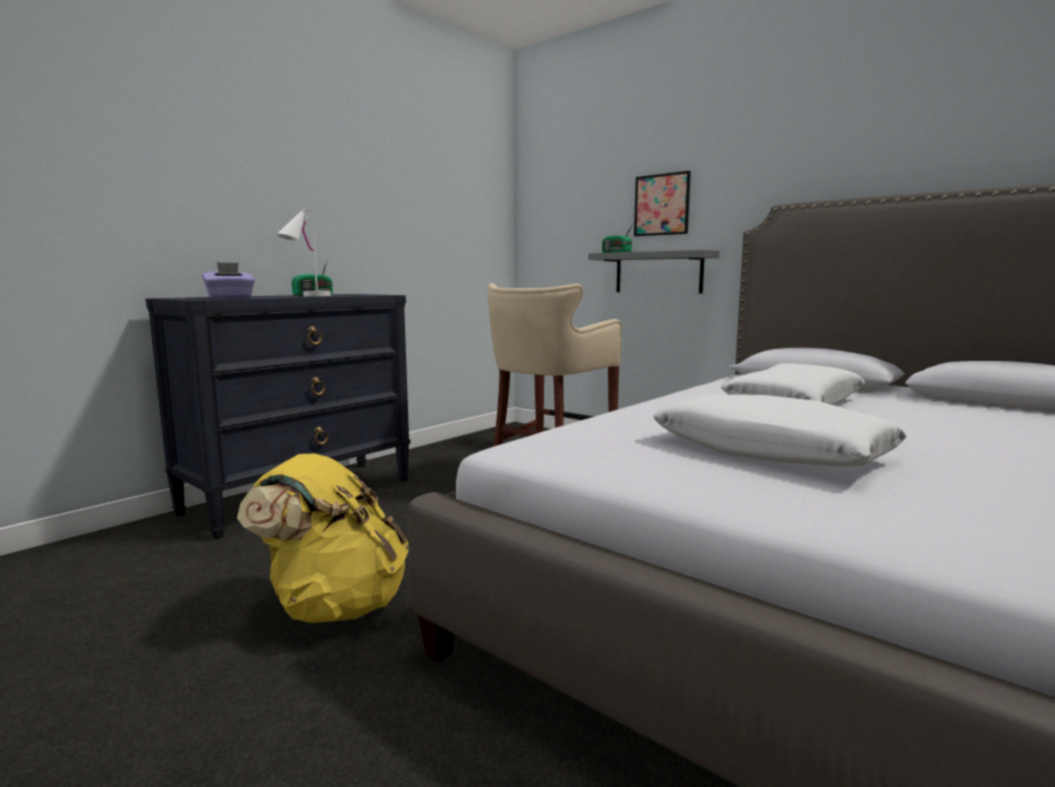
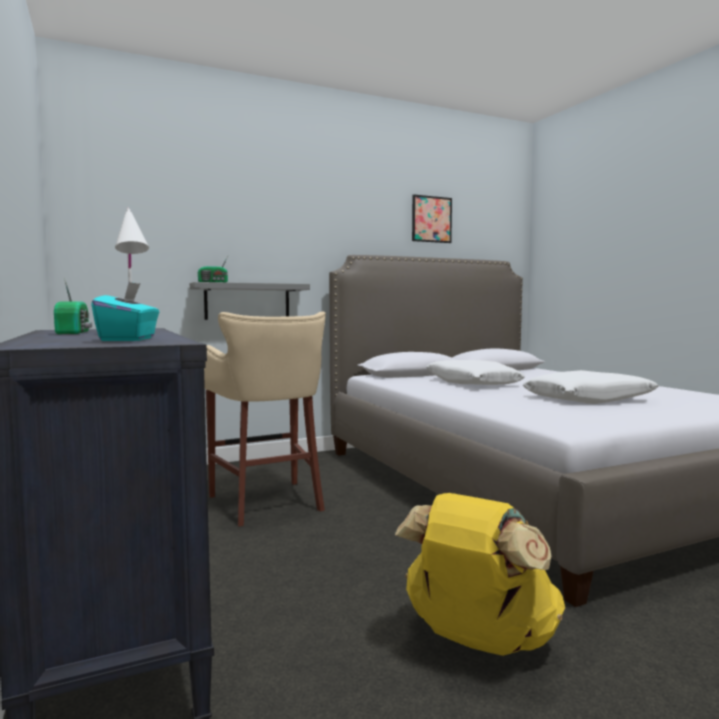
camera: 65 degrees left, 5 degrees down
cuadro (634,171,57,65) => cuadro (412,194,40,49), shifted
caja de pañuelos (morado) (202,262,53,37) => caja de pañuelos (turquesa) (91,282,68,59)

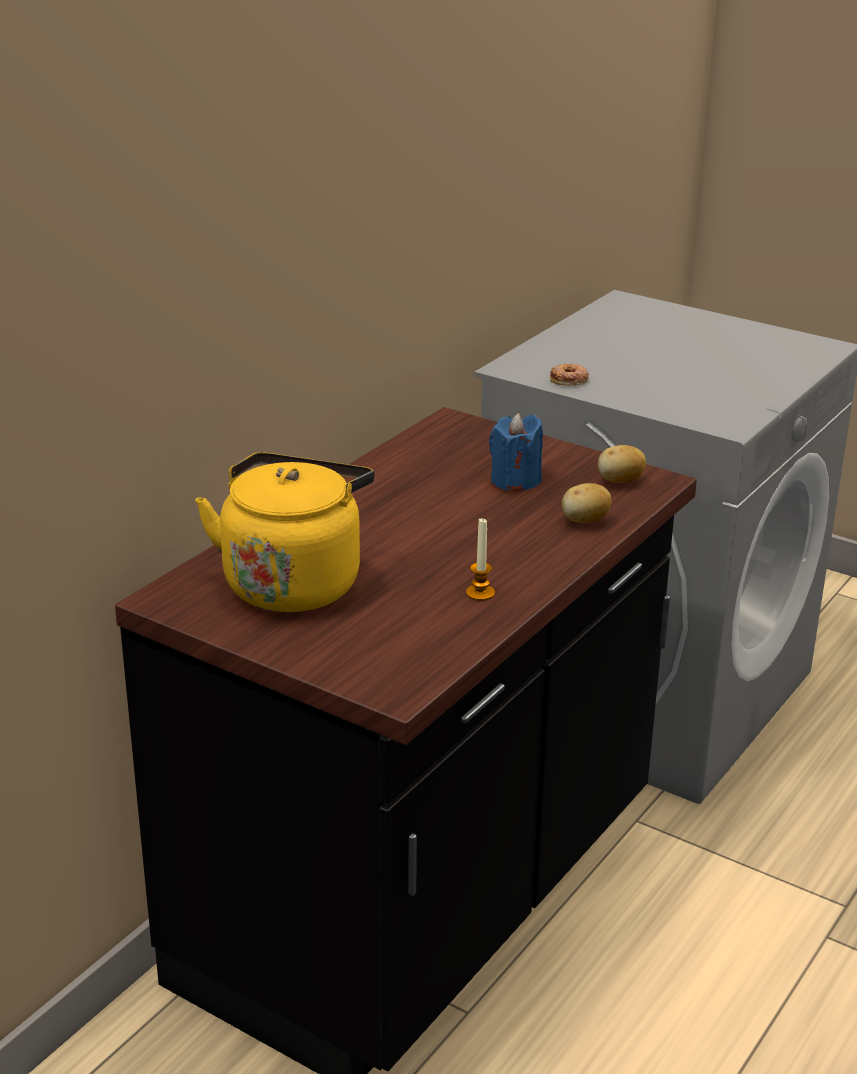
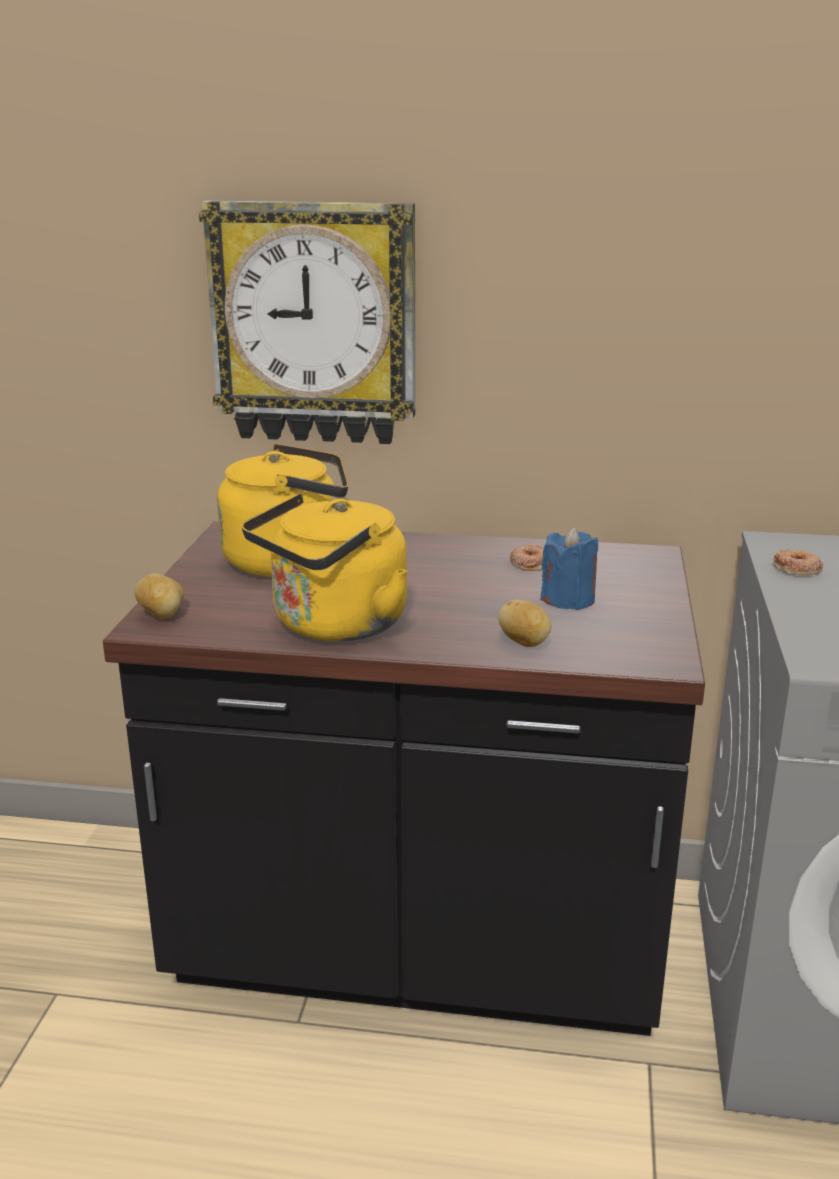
camera: 65 degrees right, 5 degrees down
nothing => reloj de pared (199,200,216,244)
nothing => rosquilla (510,544,34,27)
patata (598,445,48,38) => patata (134,573,50,46), shifted
vela (466,519,29,82) => hervidor (amarillo) (242,493,166,149)

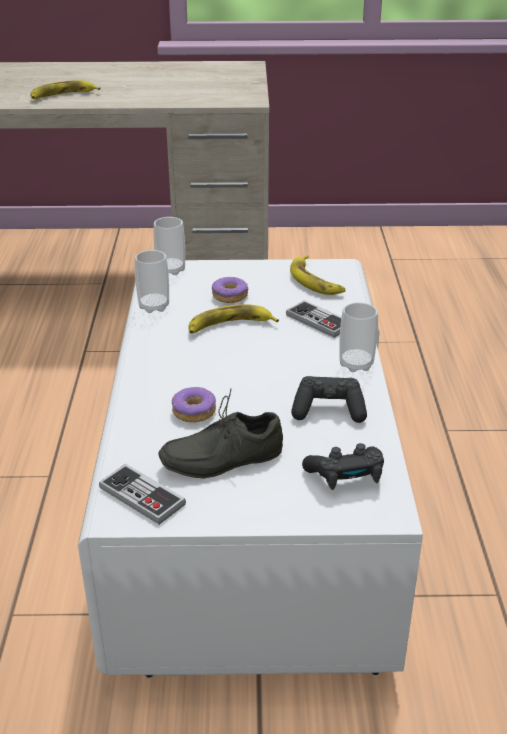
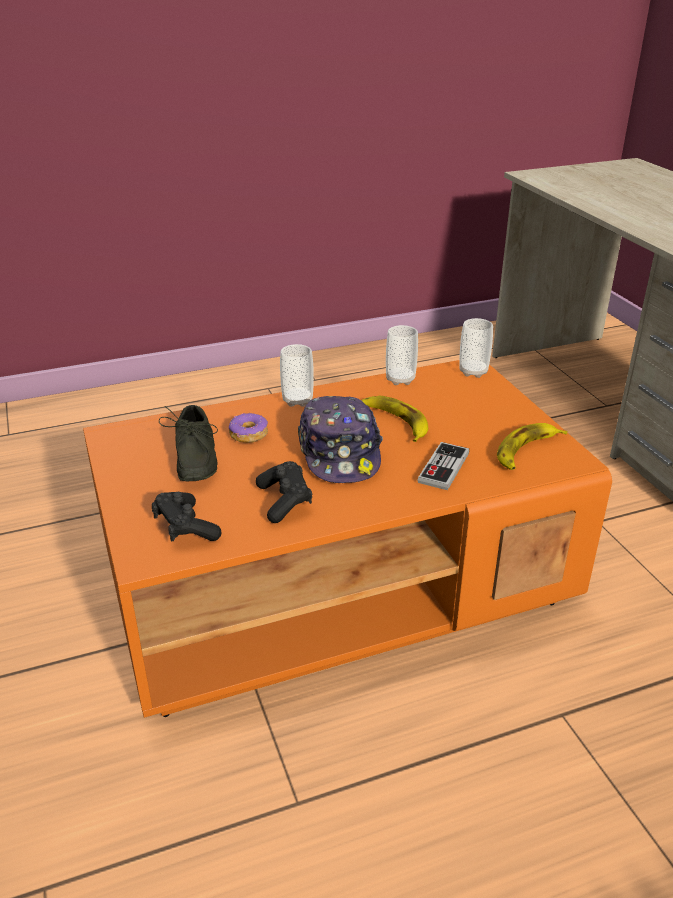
camera: 70 degrees right, 0 degrees up
plátano (30,80,71,19) => nothing
mando de consola (99,464,87,61) => nothing
rosquilla (212,277,37,26) => nothing
nothing => gorra (298,396,85,87)
taza (339,302,39,70) => taza (280,344,34,63), shifted
mesa de centro (blanco) (78,259,345,419) => mesa de centro (naranja) (83,360,529,358)
zapato (gris) (158,388,125,90) => zapato (gris) (159,405,59,76), 150 degrees counterclockwise

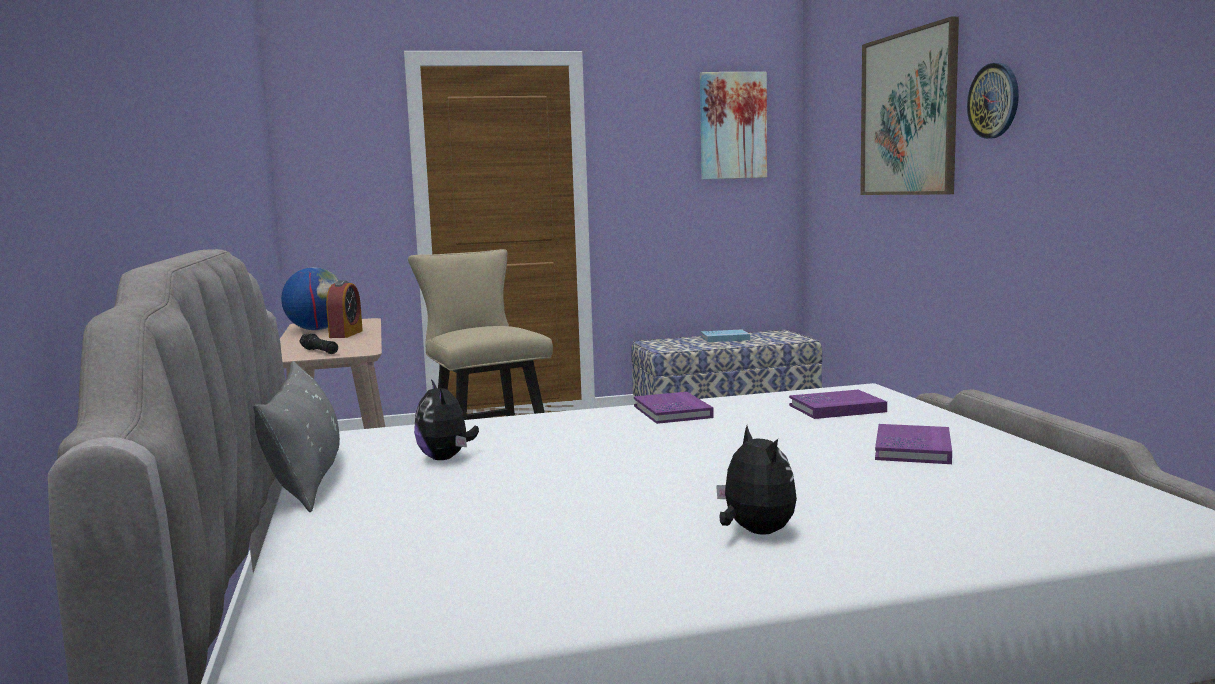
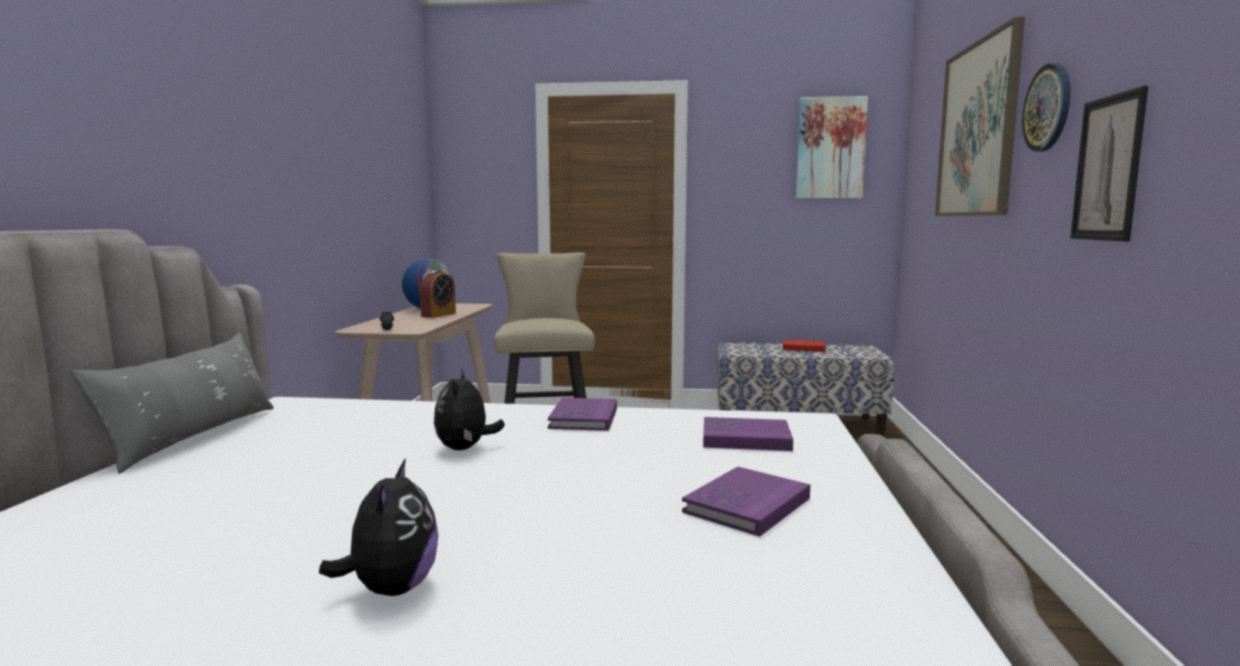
camera: 20 degrees right, 0 degrees up
nothing => cuadro (1070,86,78,155)
peluche (414,379,65,81) => peluche (434,368,71,82), shifted
libro (azul) (701,329,49,13) => libro (rojo) (783,339,42,13)

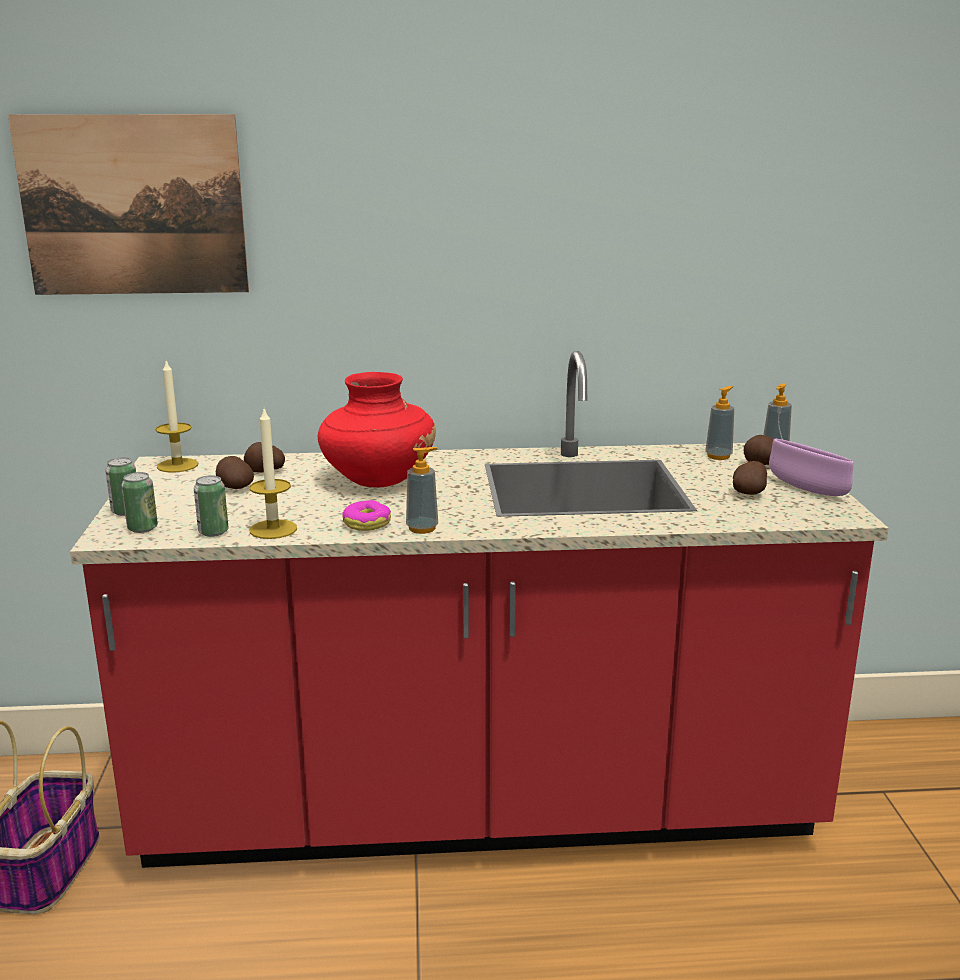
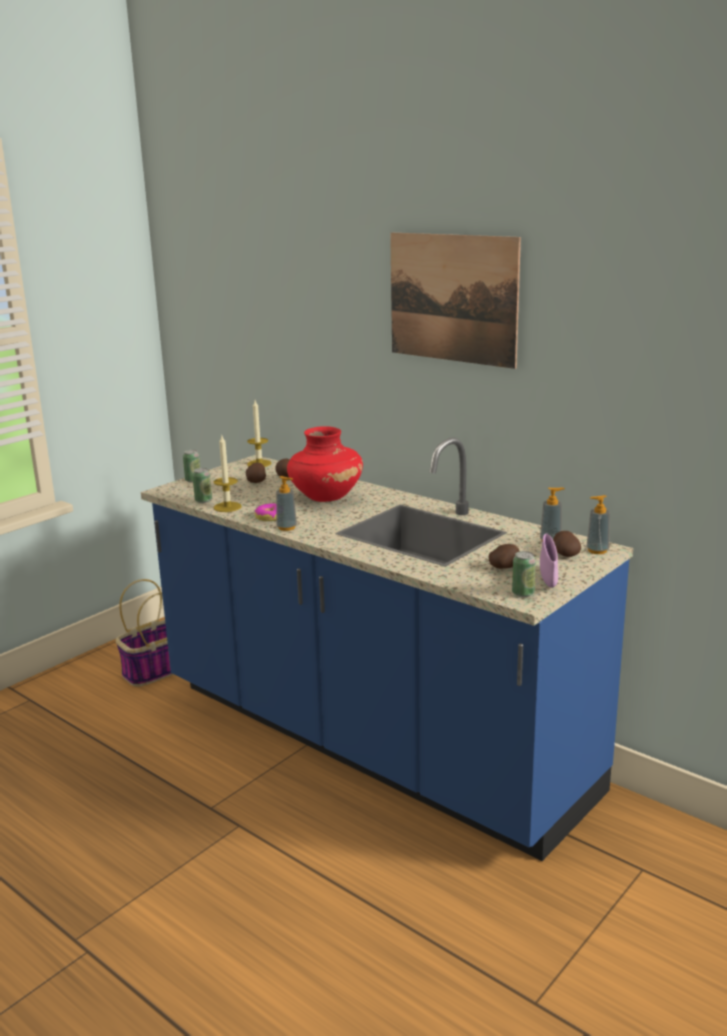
camera: 45 degrees right, 0 degrees up
cuadro (8,114,241,181) => cuadro (390,233,131,136), shifted
lata (122,472,36,61) => lata (512,551,24,46), shifted
mueble bajo de cocina (rojo) (70,351,819,517) => mueble bajo de cocina (azul) (141,438,492,423)

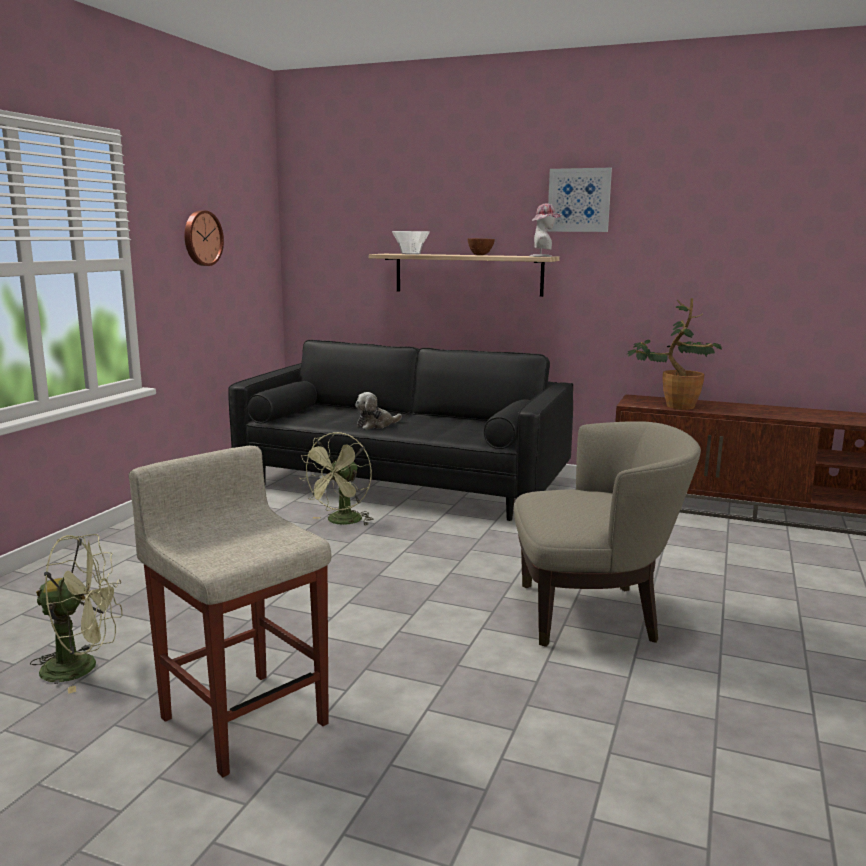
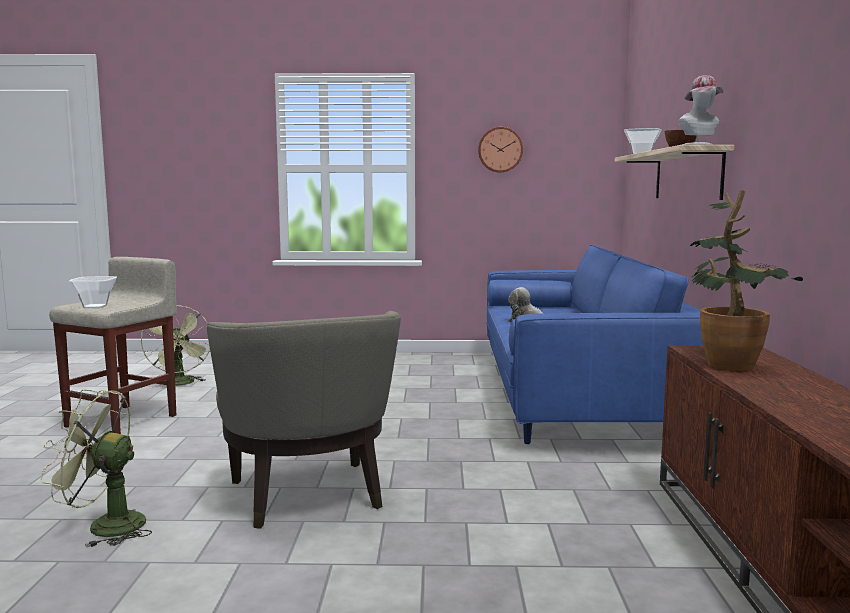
camera: 70 degrees right, 5 degrees down
cuadro (547,168,65,64) => nothing
nothing => cuenco (68,276,49,32)
ventilador (verde) (299,432,75,93) => ventilador (verde) (40,390,112,158), shifted
sofá (negro) (228,340,345,181) => sofá (azul) (486,245,217,199)

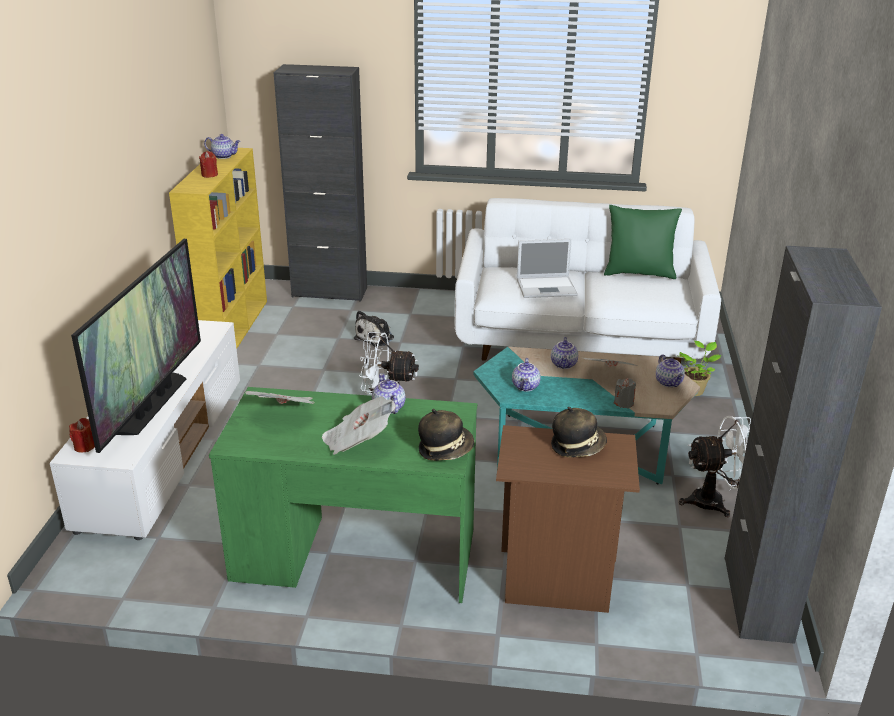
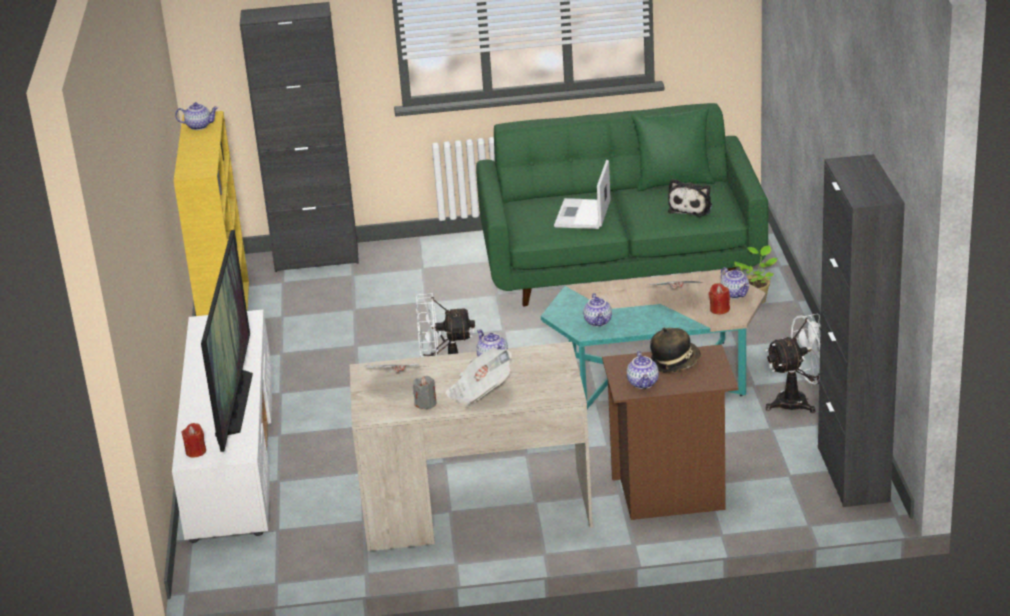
camera: 10 degrees left, 0 degrees up
sombrero (418,409,56,52) => nothing
vela (rojo) (199,151,19,27) => vela (rojo) (709,283,21,32), shifted
peluche (354,310,40,37) => peluche (668,179,44,38), shifted
tetera (551,337,27,32) => tetera (627,351,32,38), shifted
vela (gris) (614,378,22,30) => vela (gris) (413,376,24,33), shifted
escritorio (verde) (209,387,268,216) => escritorio (beis) (350,342,243,209)
sofá (blanco) (455,198,266,166) => sofá (verde) (476,103,292,203)
portátil (517,239,61,59) => portátil (554,160,57,69), 120 degrees clockwise

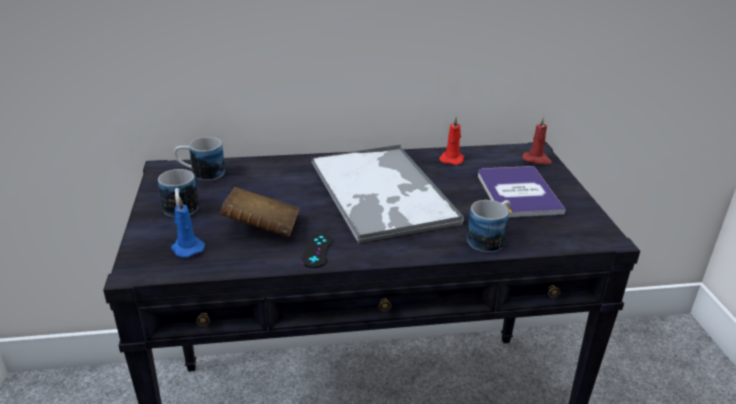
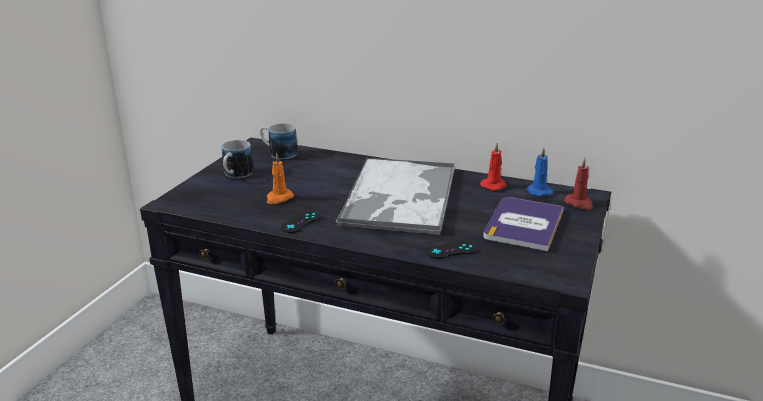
camera: 30 degrees right, 5 degrees down
vela (azul) (171,197,34,61) => vela (azul) (527,148,26,48), shifted
libro (marrón) (220,187,79,50) => vela (naranja) (267,153,27,51)
taza grande (467,200,43,52) => mando de consola (negro) (426,241,51,18)

